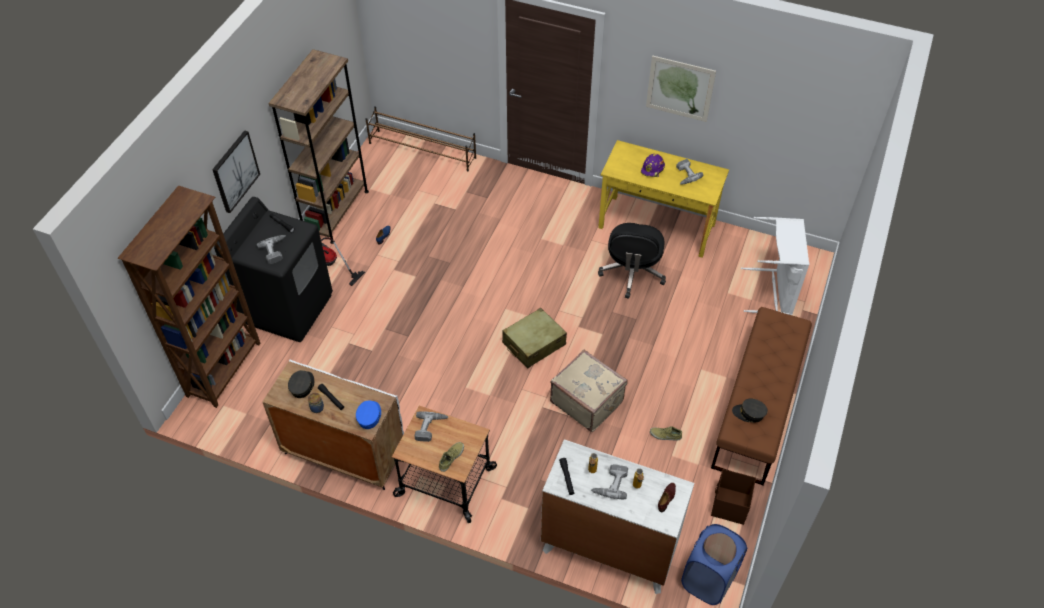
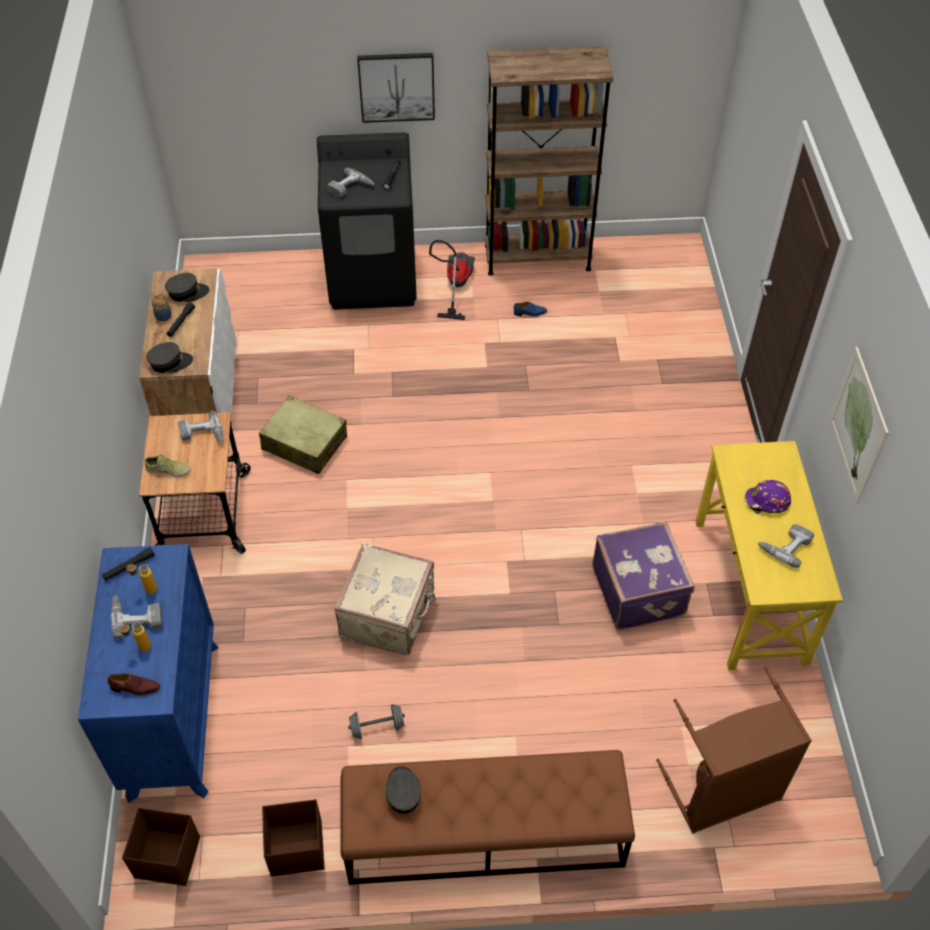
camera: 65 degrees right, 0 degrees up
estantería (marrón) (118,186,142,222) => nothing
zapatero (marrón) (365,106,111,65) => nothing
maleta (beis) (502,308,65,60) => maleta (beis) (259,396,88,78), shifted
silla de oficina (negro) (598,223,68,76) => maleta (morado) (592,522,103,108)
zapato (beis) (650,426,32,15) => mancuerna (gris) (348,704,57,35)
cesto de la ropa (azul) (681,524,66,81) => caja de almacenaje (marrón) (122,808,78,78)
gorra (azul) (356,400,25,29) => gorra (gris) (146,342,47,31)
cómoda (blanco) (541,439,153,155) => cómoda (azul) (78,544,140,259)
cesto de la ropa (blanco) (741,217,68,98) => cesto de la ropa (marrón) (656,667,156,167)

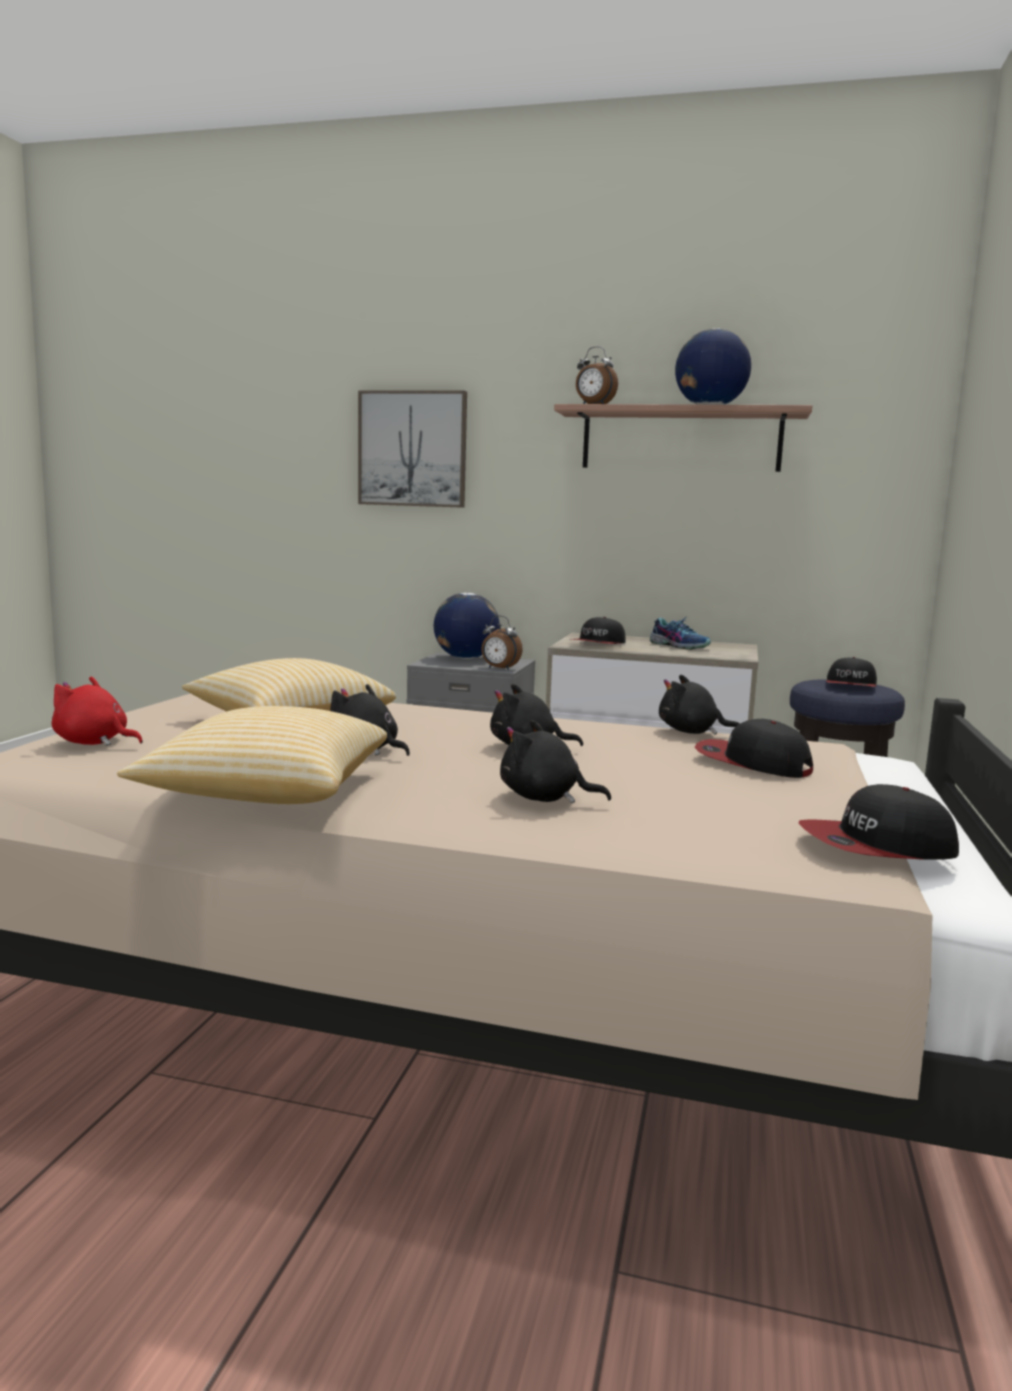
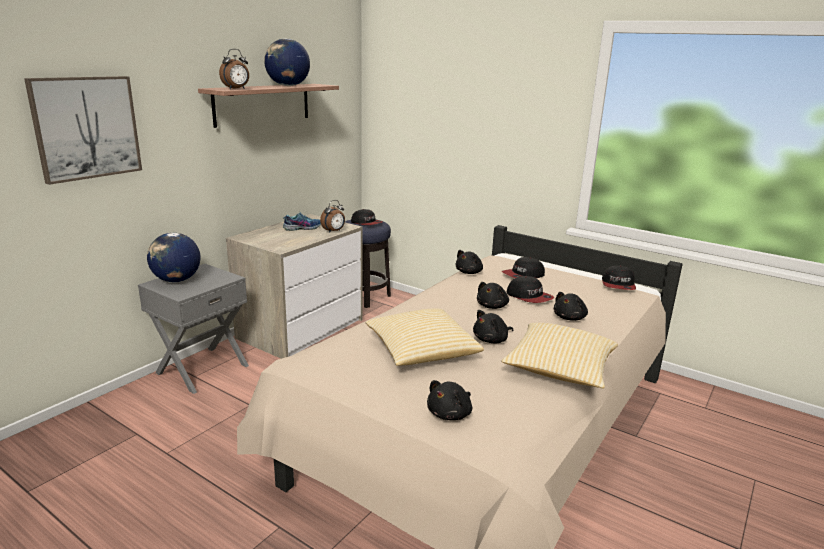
camera: 70 degrees left, 10 degrees up
despertador (481,615,42,55) => despertador (320,200,25,33), shifted
gorra (570,617,56,27) => gorra (507,276,47,27), shifted
peluche (rojo) (52,676,91,70) => peluche (negro) (427,380,45,40)

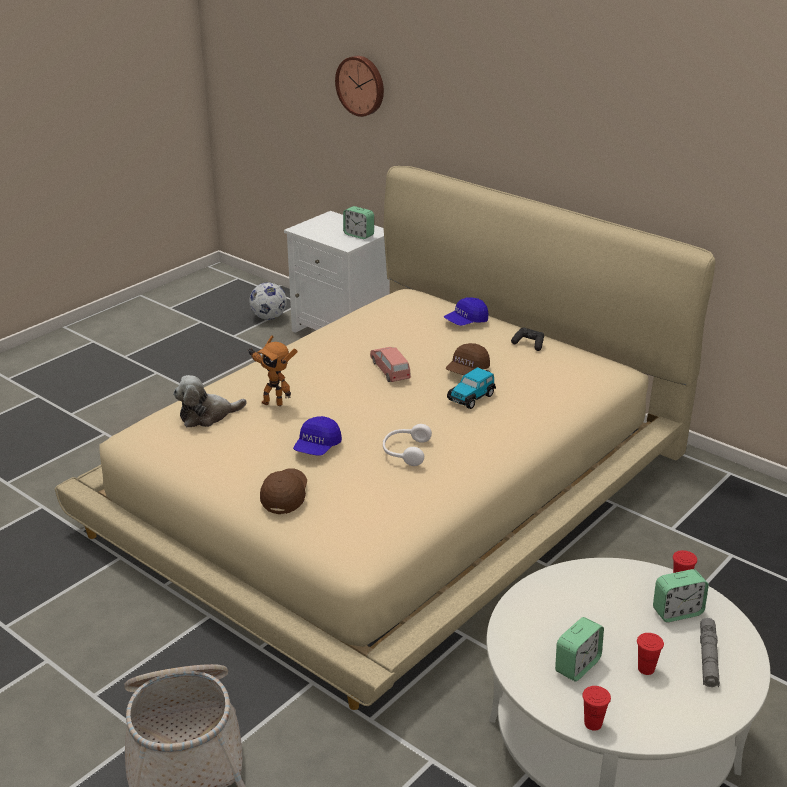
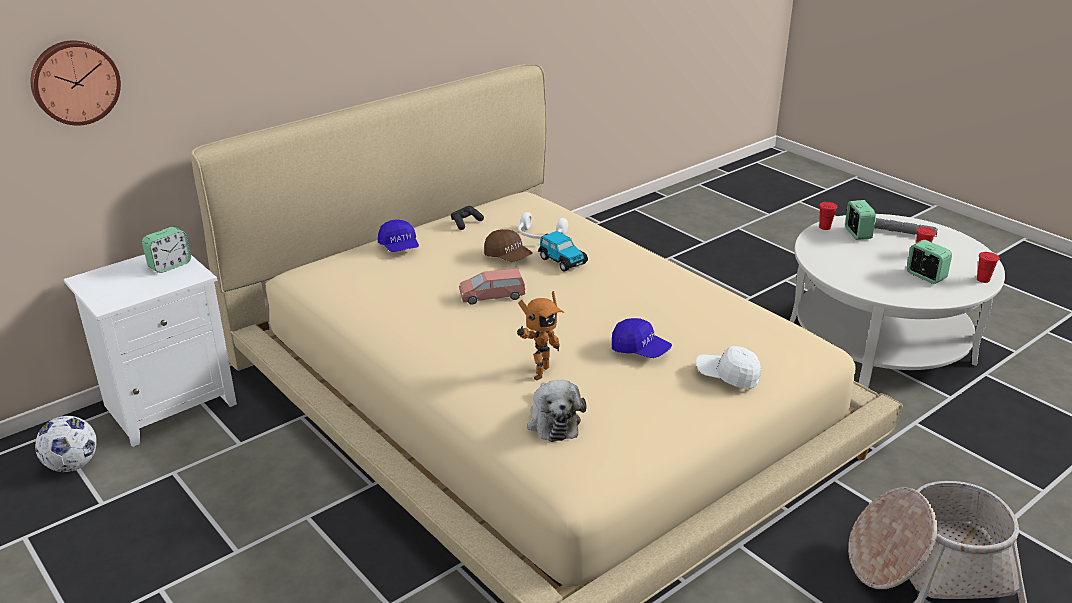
camera: 80 degrees left, 0 degrees up
auriculares (blanco) (383,424,49,42) => auriculares (blanco) (518,212,50,27), shifted
gorra (marrón) (260,468,47,46) => gorra (blanco) (696,346,65,43)

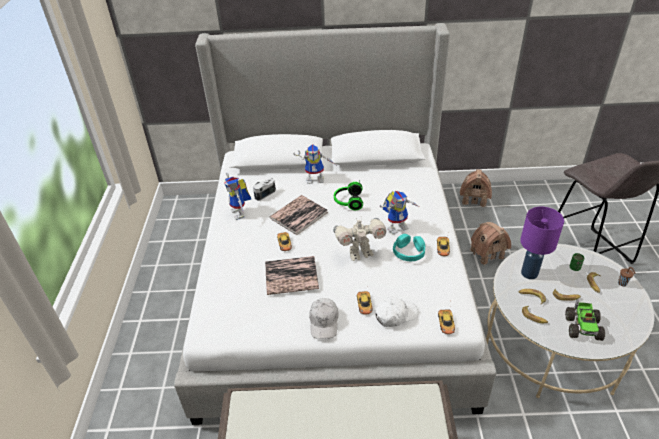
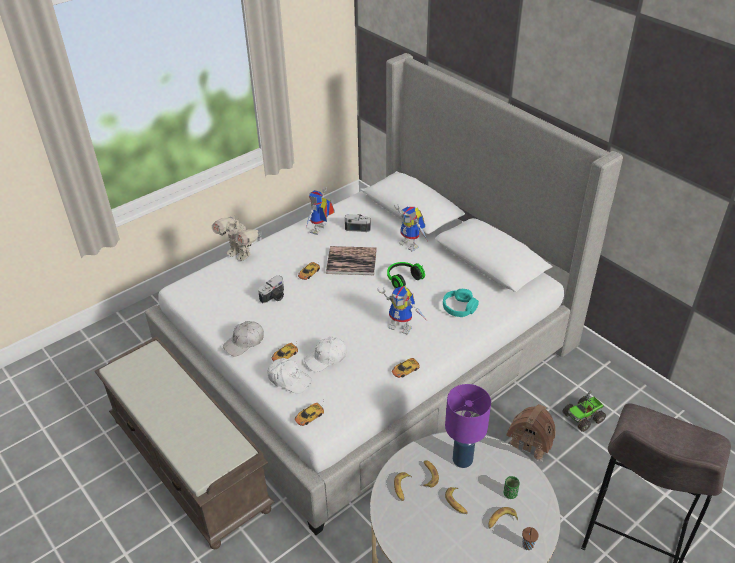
camera: 50 degrees right, 0 degrees up
casita (460,169,32,39) => nothing
nothing => gorra (blanco) (304,337,43,35)
robot de juguete (333,218,53,43) => robot de juguete (212,217,50,44), shifted
auriculares (turquesa) (393,234,32,27) => auriculares (turquesa) (443,289,36,28), shifted
camión de juguete (565,299,40,42) => camión de juguete (562,391,44,41), shifted
libro (265,256,54,39) => cámara (258,275,26,28)

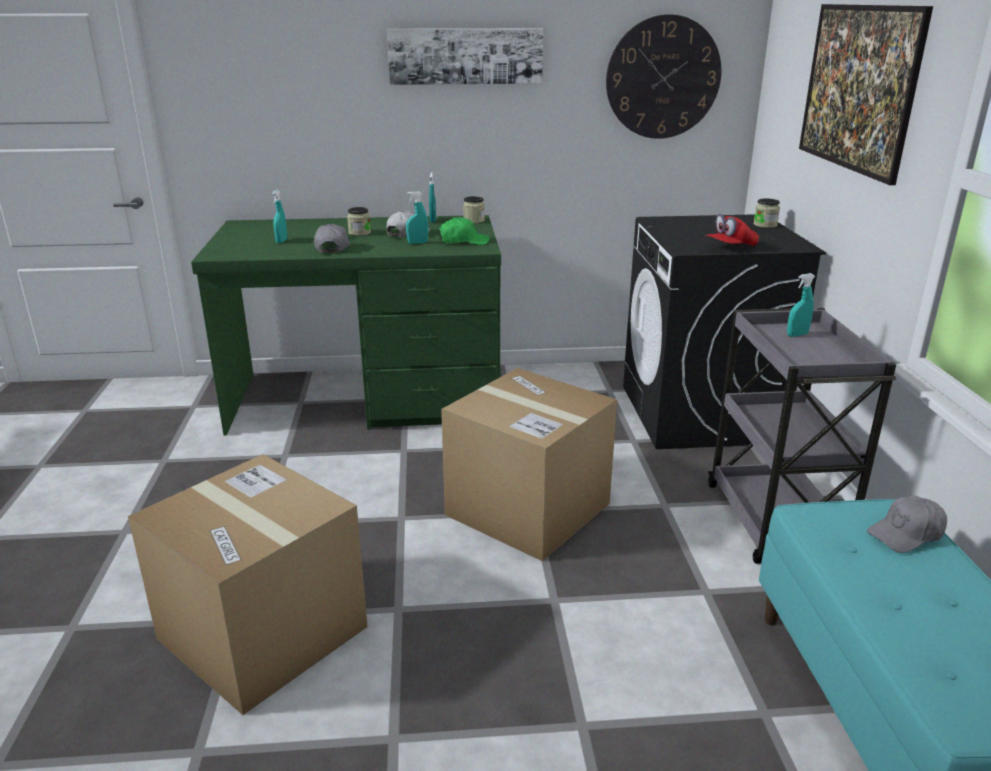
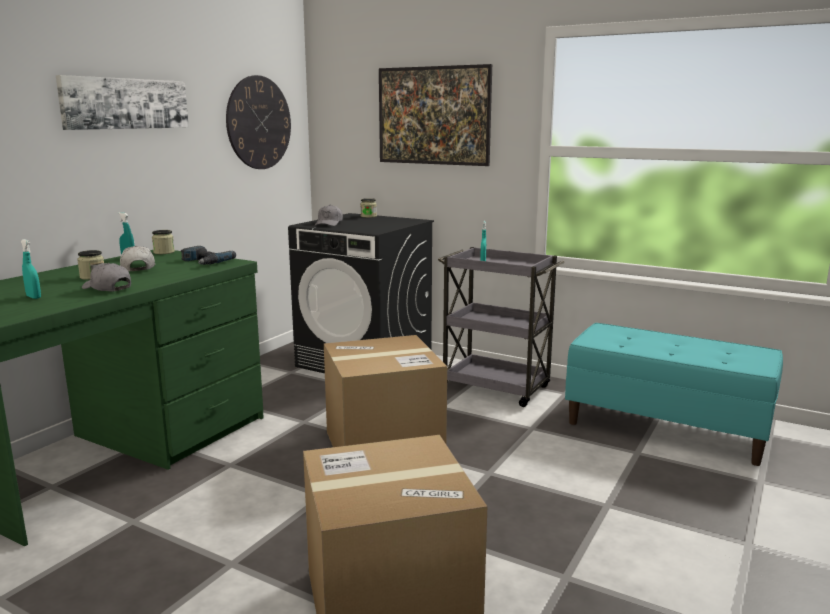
camera: 55 degrees left, 10 degrees down
pulverizador (turquesa) (406,191,22,53) => nothing
gorra (rojo) (705,214,54,32) => nothing
gorra (gris) (867,496,80,57) => gorra (gris) (315,205,28,21), shifted
gorra (verde) (439,217,51,28) => taladro (180,246,56,19)

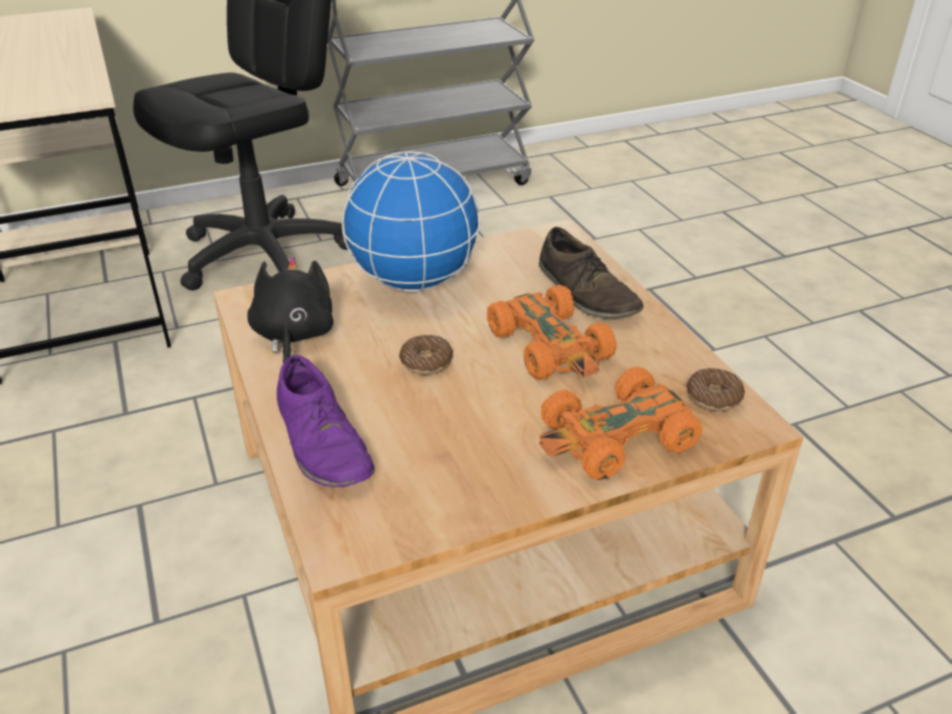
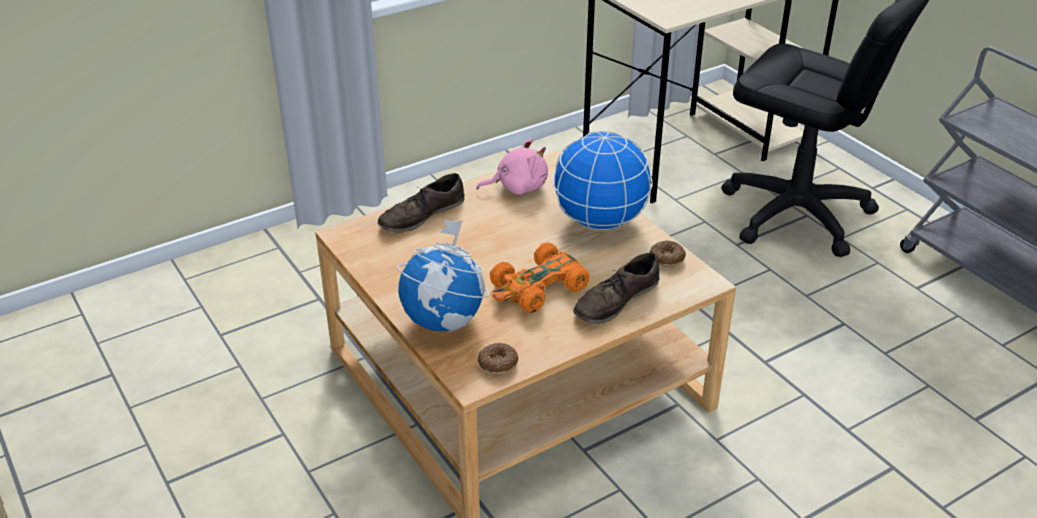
camera: 80 degrees right, 0 degrees up
rosquilla (399,335,54,40) => rosquilla (650,240,36,27), shifted
coche de juguete (naranja) (539,367,164,113) => globo terráqueo (397,219,93,113)
peluche (negro) (247,256,87,108) => peluche (rosa) (477,138,71,57)
zapato (morado) (277,355,98,133) => zapato (marrón) (378,173,87,60)

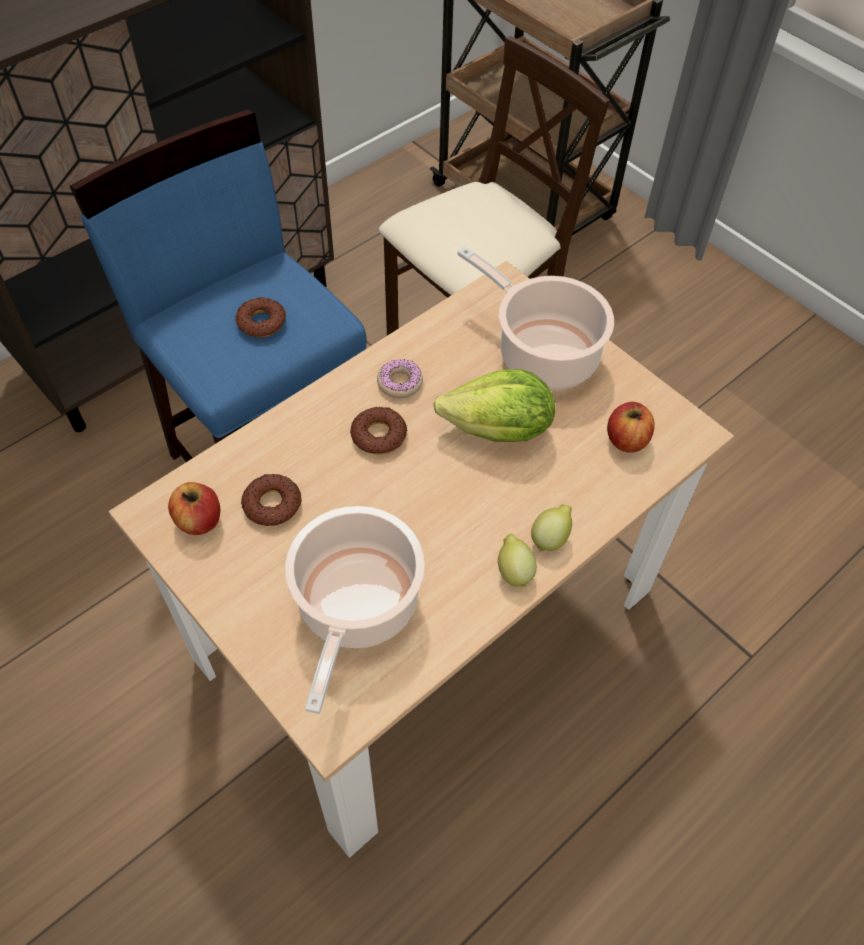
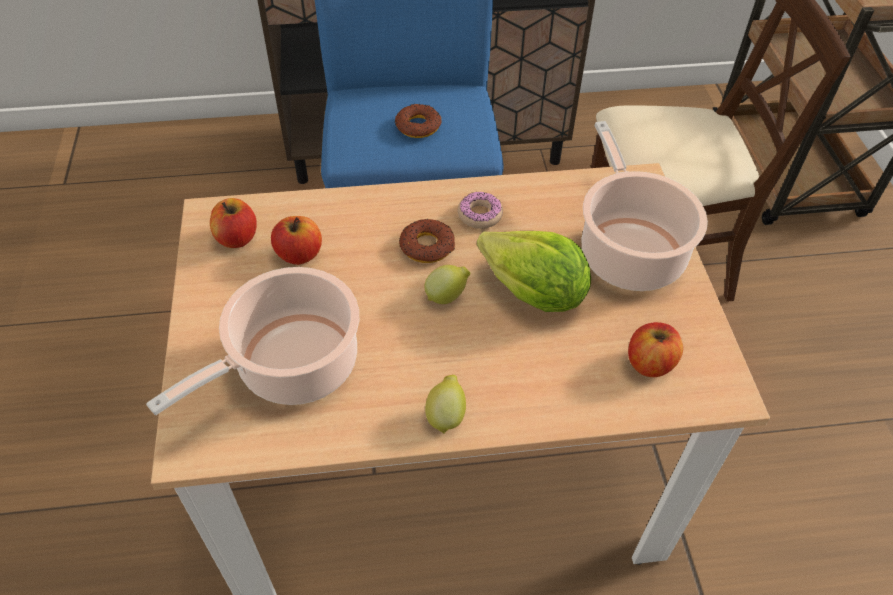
camera: 35 degrees right, 5 degrees down
limón (531,505,41,47) => limón (424,265,46,39), shifted
rosquilla (241,474,61,52) => manzana (271,216,51,49)

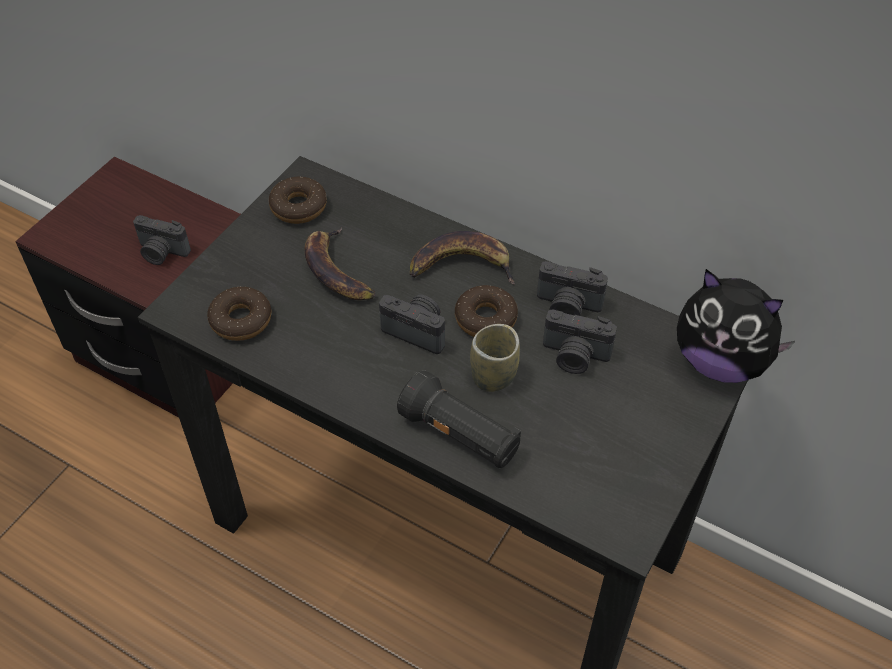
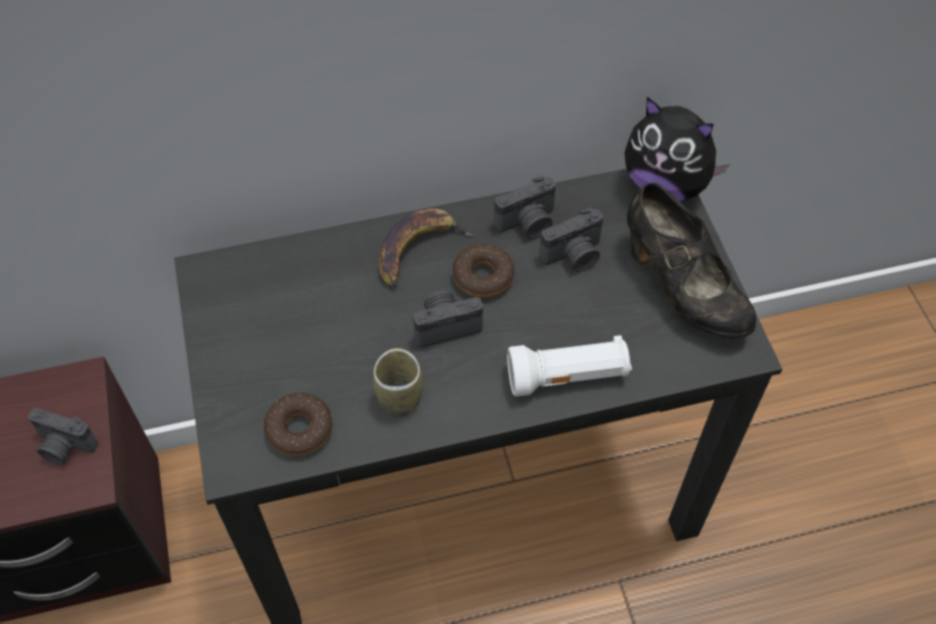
camera: 45 degrees left, 5 degrees up
rosquilla (268,177,59,47) => nothing
plátano (305,227,71,73) => nothing
nothing => zapato (negro) (627,183,129,156)
taza (470,324,50,68) => taza (373,348,50,69), shifted
linterna (negro) (397,370,124,98) => linterna (blanco) (507,335,125,62)
cámara (133,215,58,50) => cámara (28,408,70,57), 45 degrees clockwise
peluche (677,269,118,114) => peluche (624,97,106,105), 45 degrees clockwise

